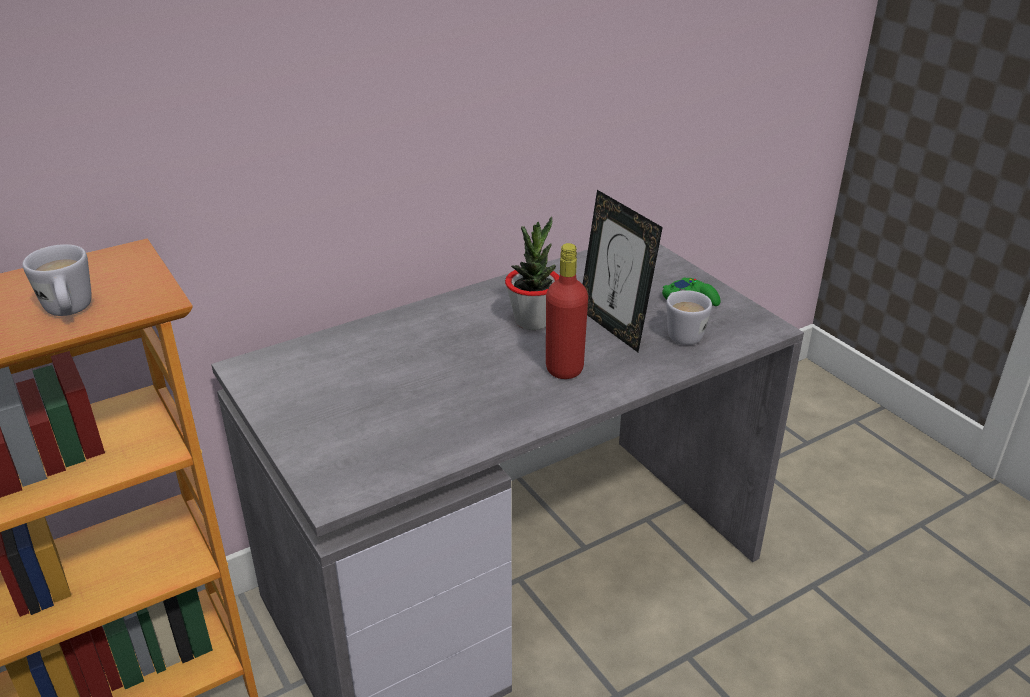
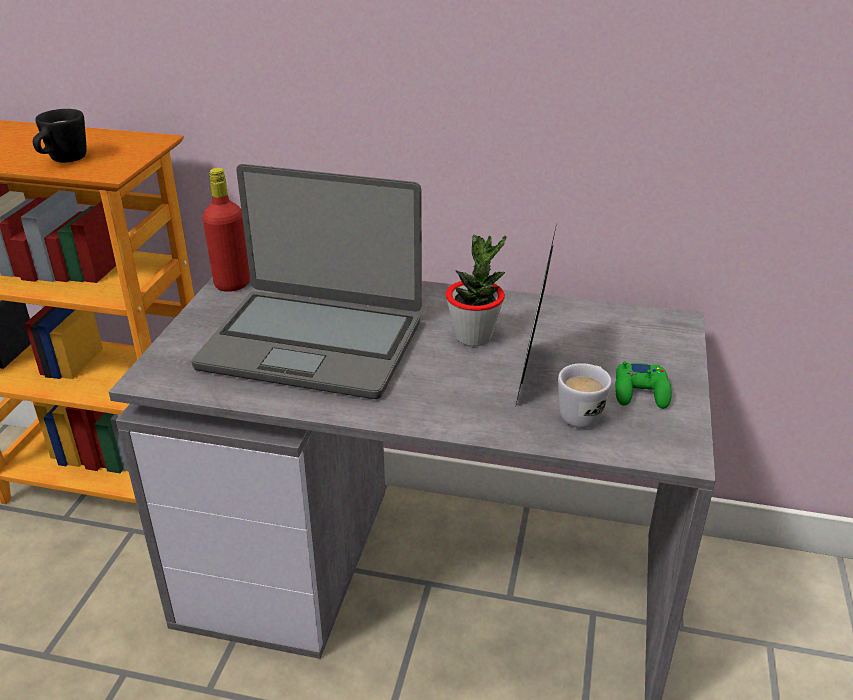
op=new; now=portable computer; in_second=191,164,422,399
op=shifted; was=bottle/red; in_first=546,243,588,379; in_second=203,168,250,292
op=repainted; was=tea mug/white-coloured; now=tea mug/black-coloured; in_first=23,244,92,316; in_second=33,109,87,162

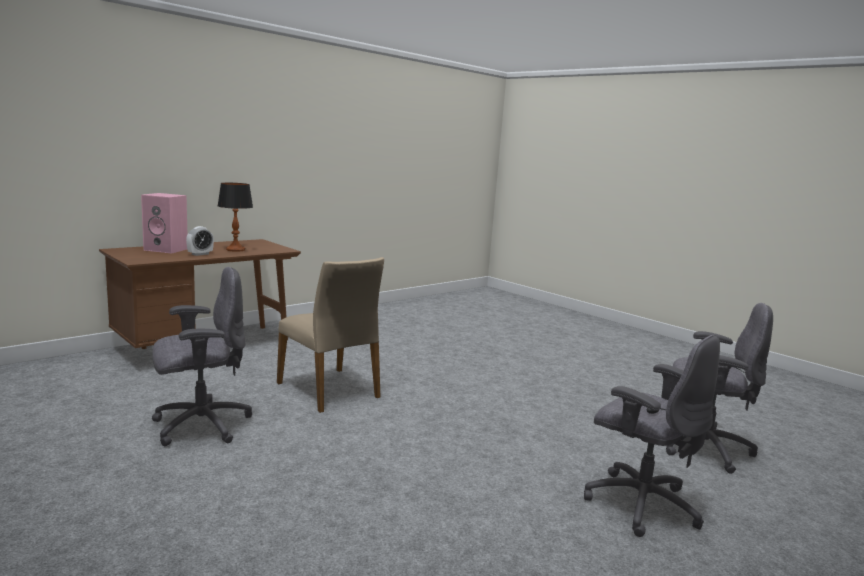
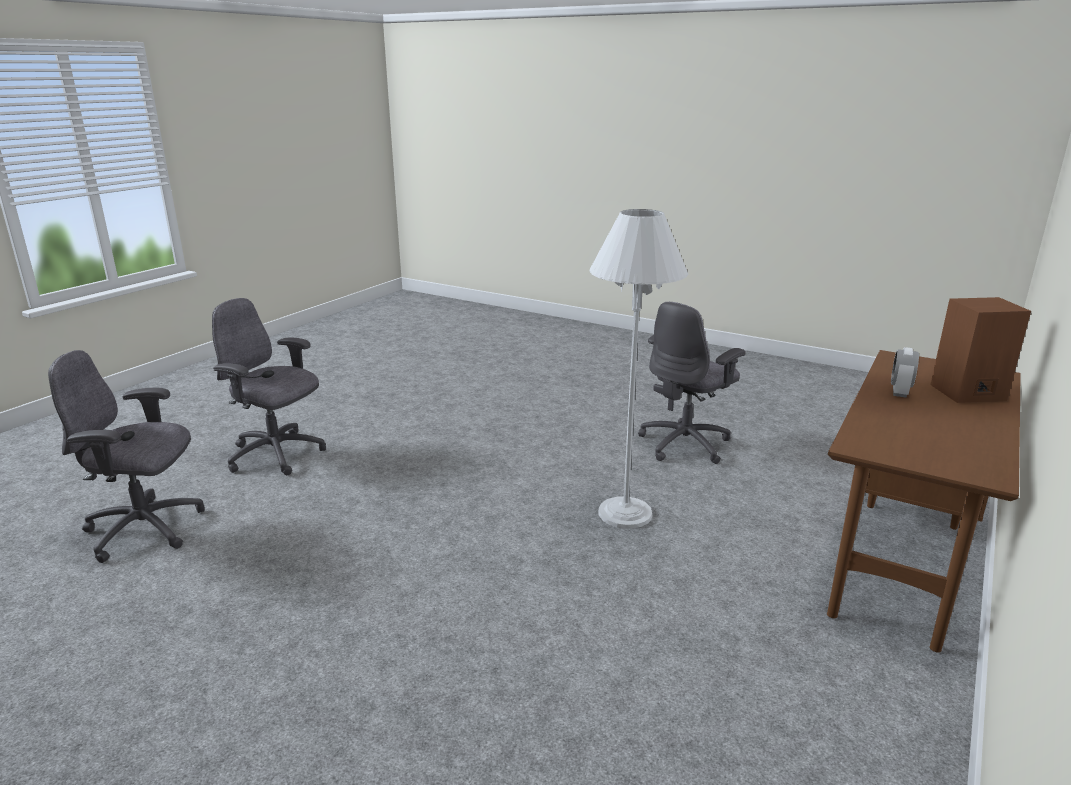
op=gone; was=table lamp; in_first=217,183,253,252
op=swapped; was=plain chair/sand-coloured; now=floor lamp/white-coloured; in_first=277,257,384,413; in_second=590,209,688,529
op=repainted; was=audio speaker/pinkish; now=audio speaker/brownish; in_first=141,193,187,254; in_second=930,297,1031,403

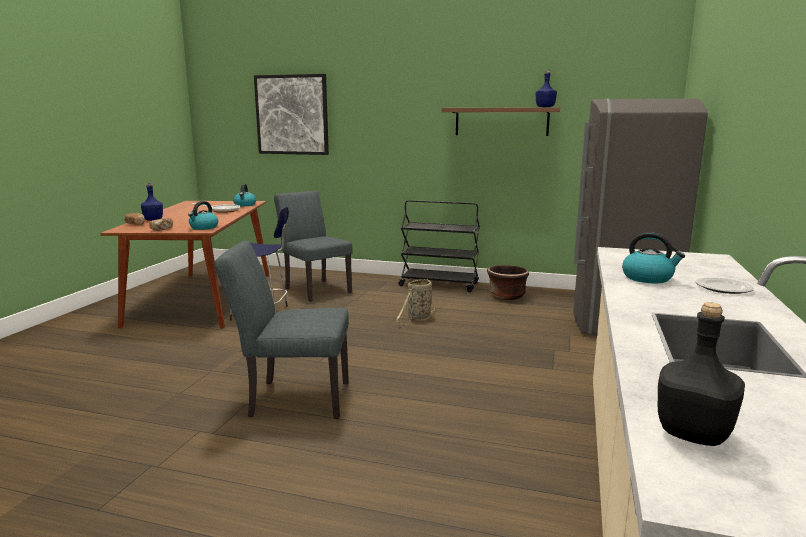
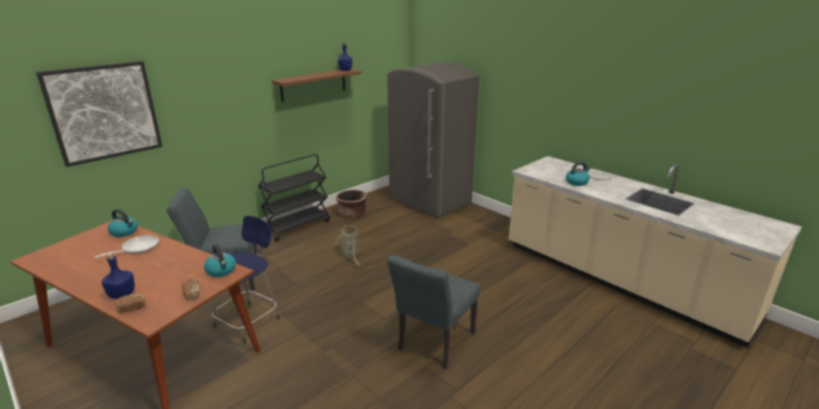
op=gone; was=bottle/black-coloured; in_first=658,302,745,446

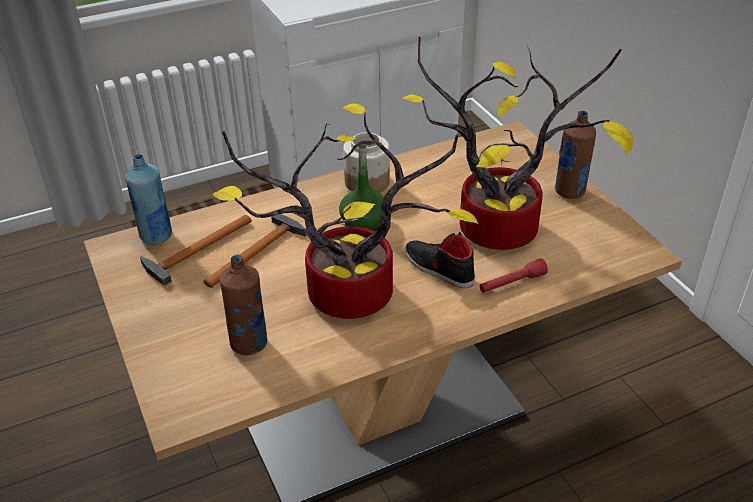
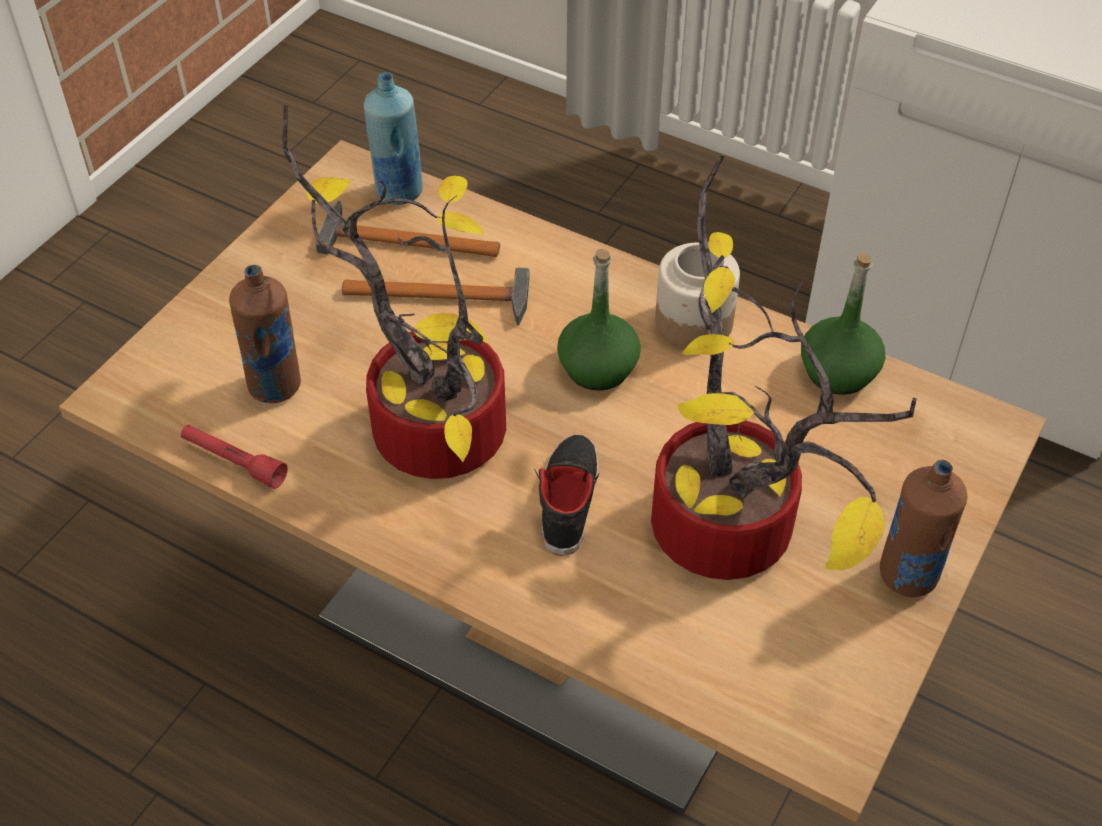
op=new; now=bottle/green; in_second=801,253,885,395
op=shifted; was=torch/red; in_first=480,258,548,293; in_second=181,425,288,489

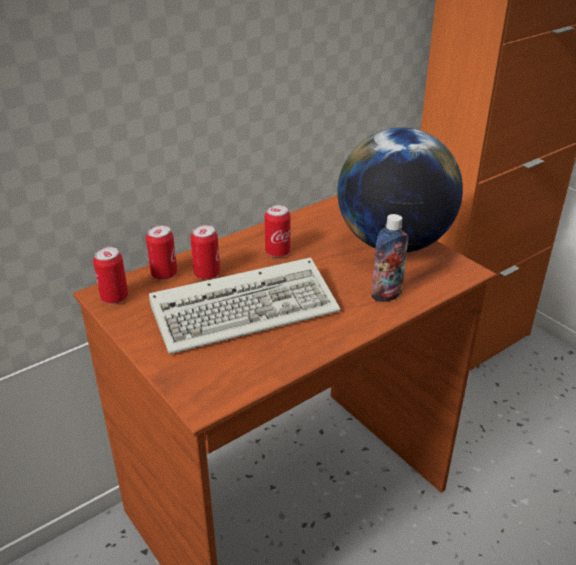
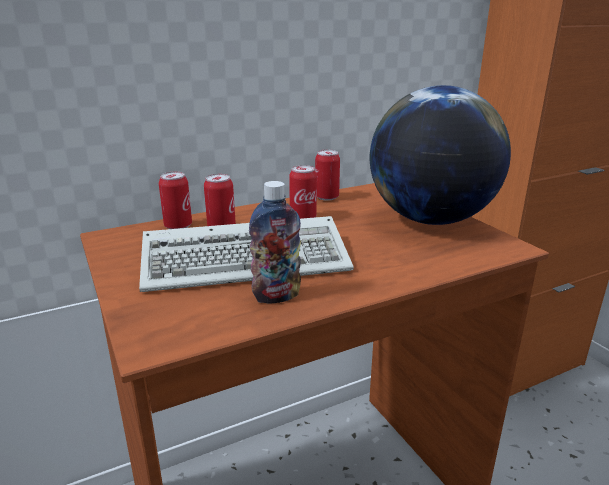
op=shifted; was=sealed can; in_first=93,247,128,304; in_second=315,150,340,201
op=shifted; was=bottle; in_first=372,214,408,302; in_second=249,181,301,303

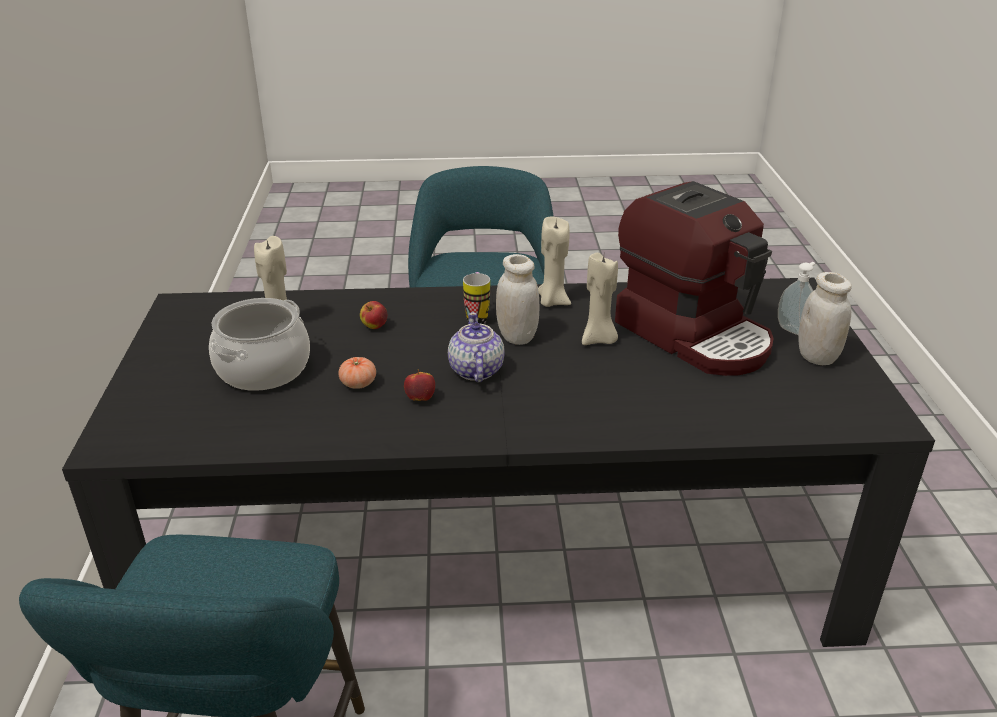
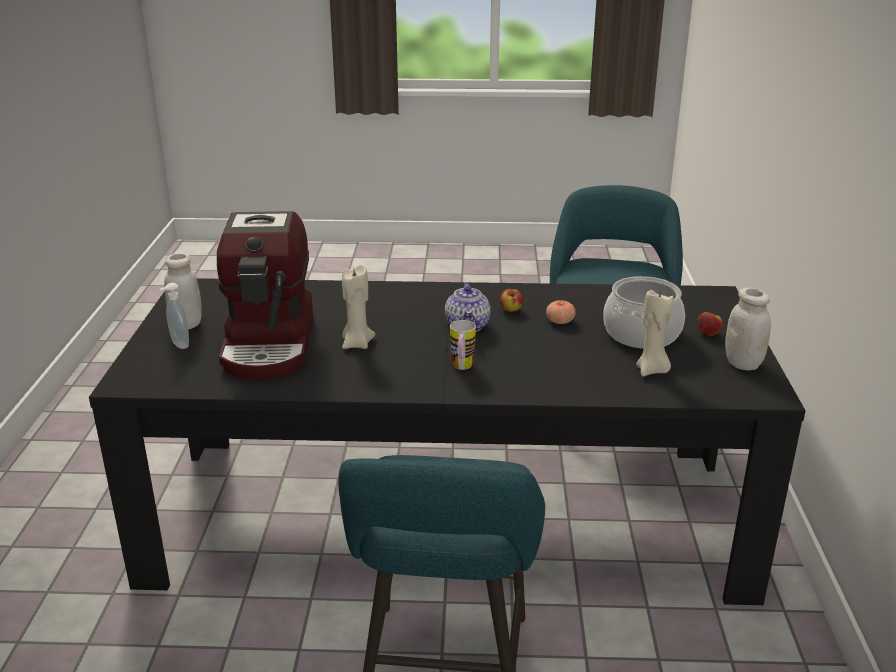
op=gone; was=candle/sand-coloured; in_first=538,216,571,307
op=shifted; was=apple; in_first=360,301,387,329; in_second=697,312,722,336
op=shifted; was=jar/white-coloured; in_first=496,254,539,345; in_second=725,287,771,371
op=rotated; was=coffee brewer; in_first=615,181,773,376; in_second=217,211,313,381; clockwise=-150

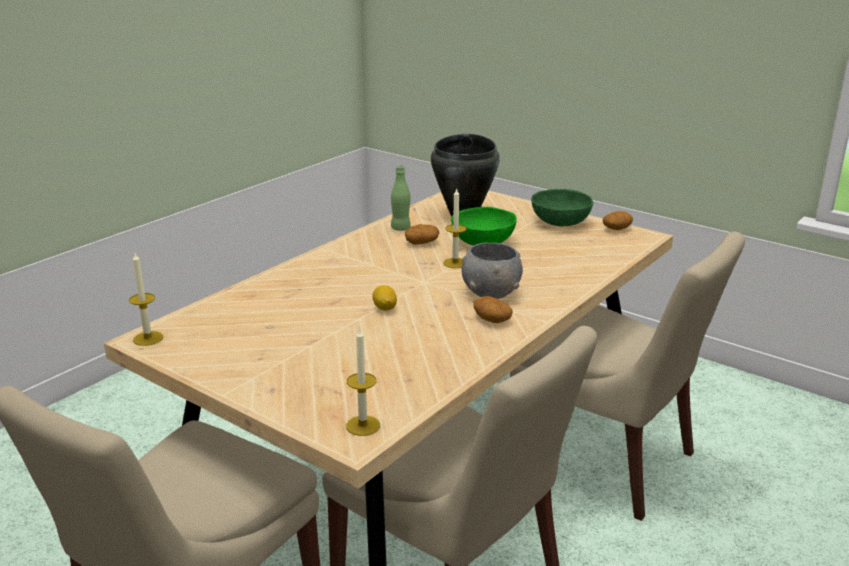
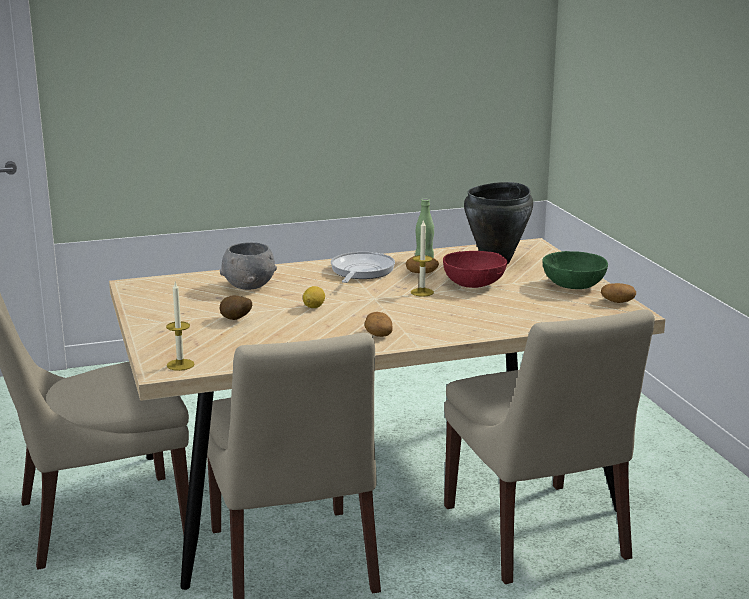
op=gone; was=candle; in_first=129,253,163,346
op=new; now=whole potato; in_second=220,295,252,320
op=new; now=pan; in_second=331,252,395,283
op=shifted; was=deep dish/grey; in_first=461,243,523,299; in_second=220,242,277,290
op=repainted; was=deep dish/green; now=deep dish/red; in_first=451,207,517,246; in_second=443,251,507,288

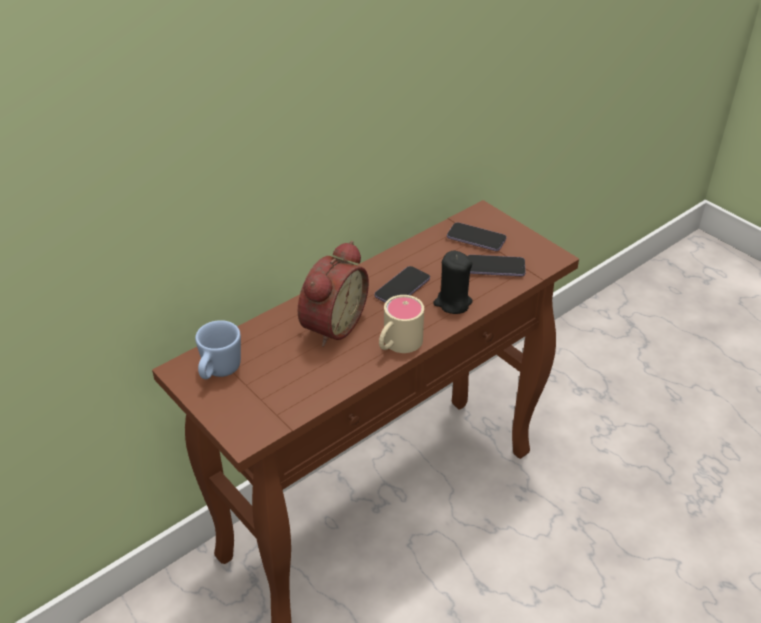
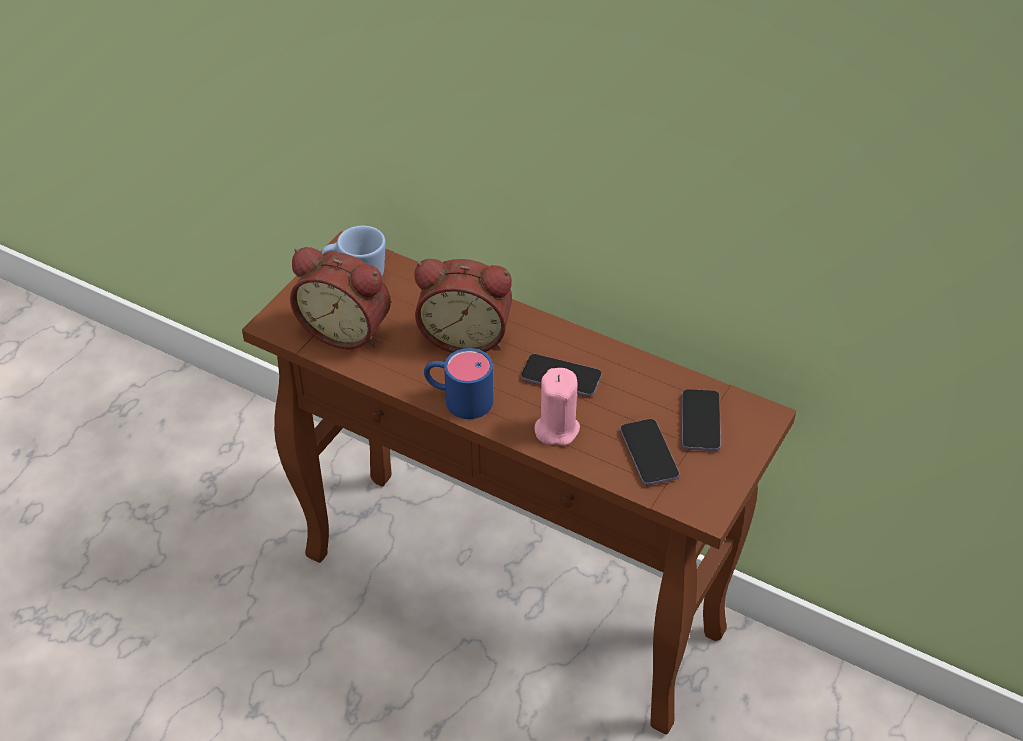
op=new; now=bedside clock; in_second=290,247,391,349
op=repainted; was=tea mug/sand-coloured; now=tea mug/blue-coloured; in_first=379,295,424,353; in_second=424,348,493,419
op=repainted; was=candle/black-coloured; now=candle/pinkish; in_first=433,250,473,314; in_second=535,368,580,446

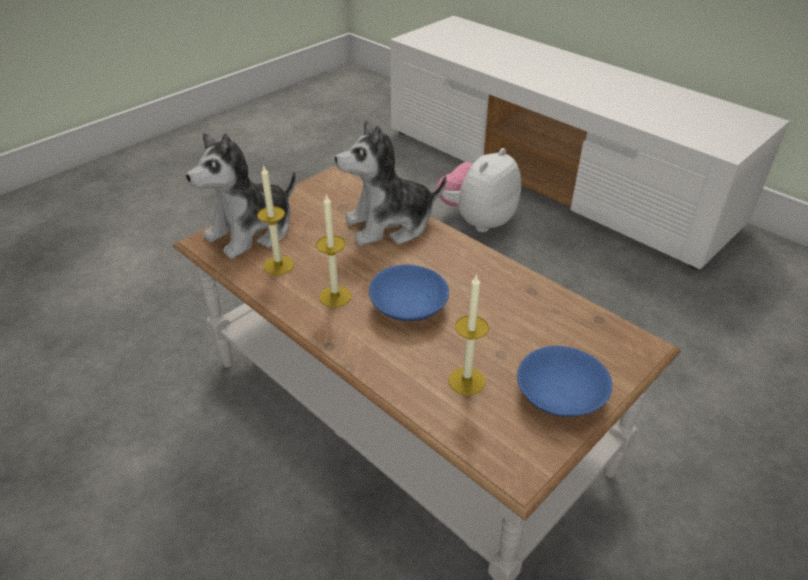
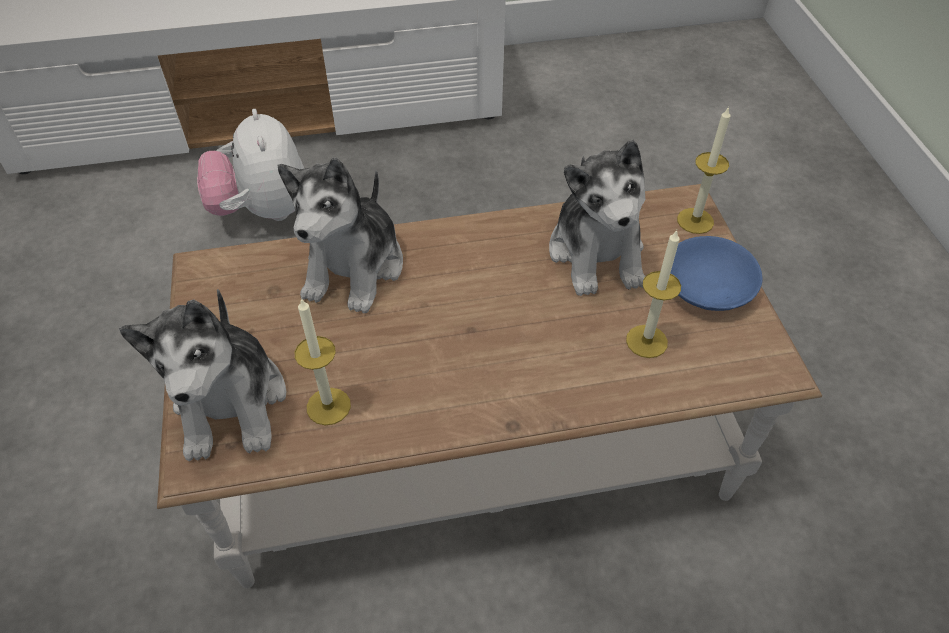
op=gone; was=deep dish/blue-coloured; in_first=369,265,449,321
op=new; now=cuddly toy; in_second=549,140,646,296
op=shifted; was=candle; in_first=316,194,351,308; in_second=677,106,730,234

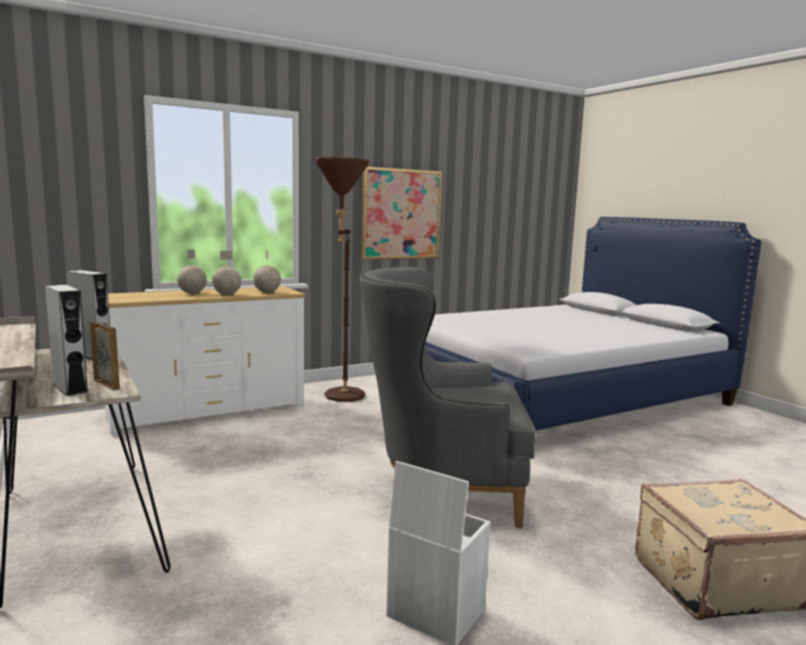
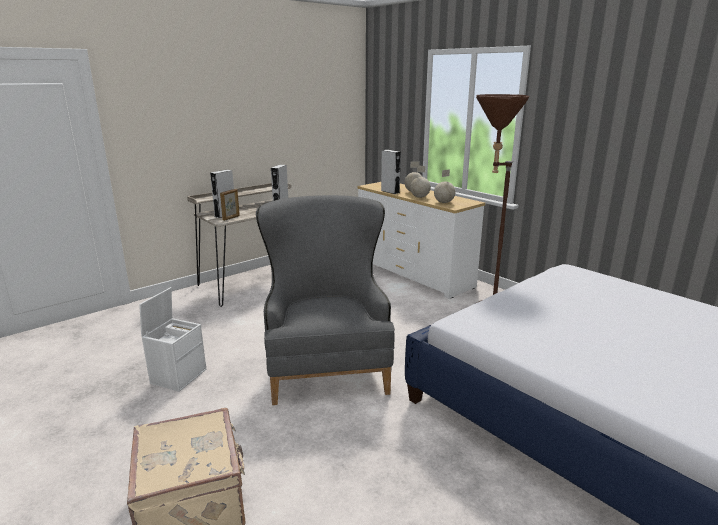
op=gone; was=picture; in_first=361,166,442,260
op=new; now=audio speaker/grey; in_second=381,150,401,194

